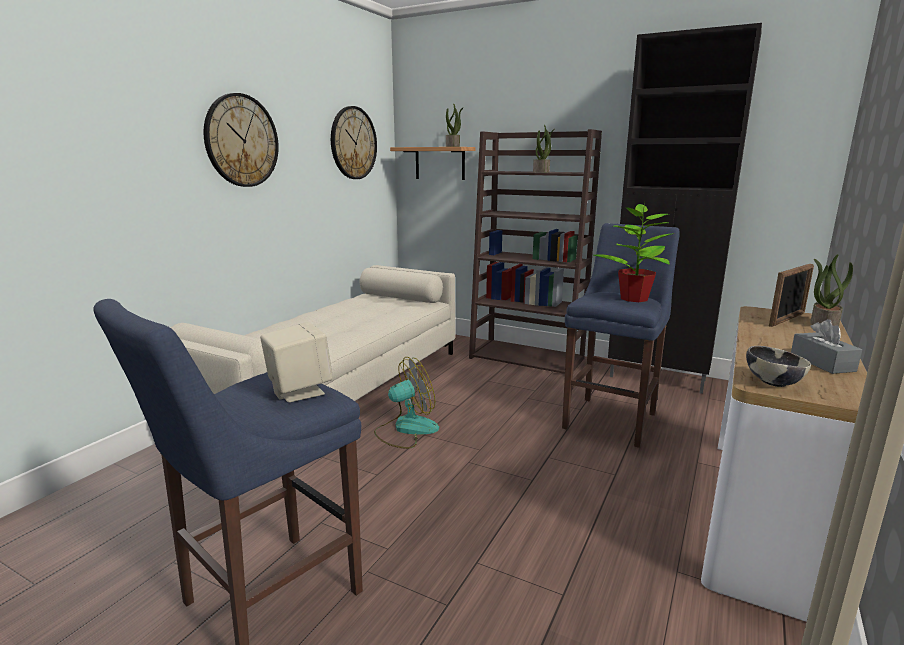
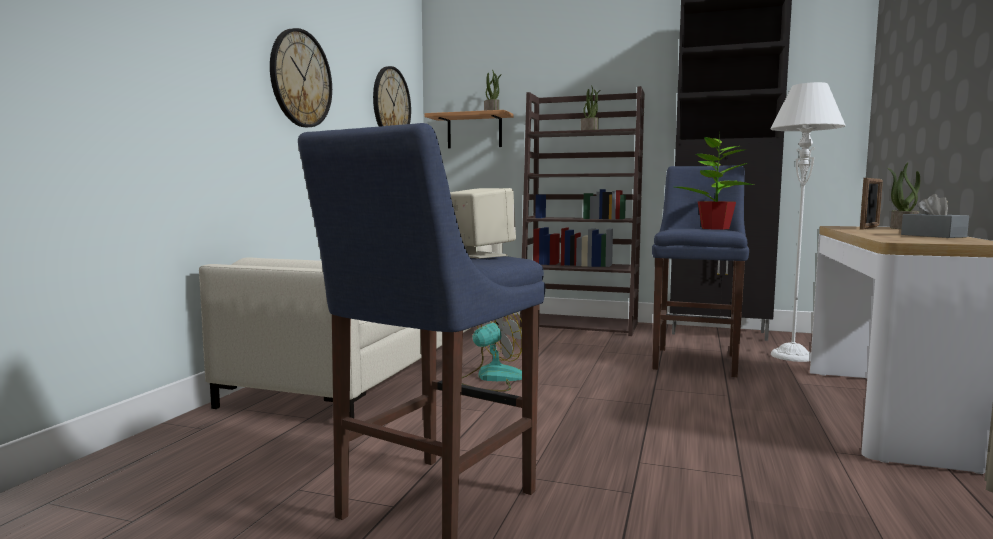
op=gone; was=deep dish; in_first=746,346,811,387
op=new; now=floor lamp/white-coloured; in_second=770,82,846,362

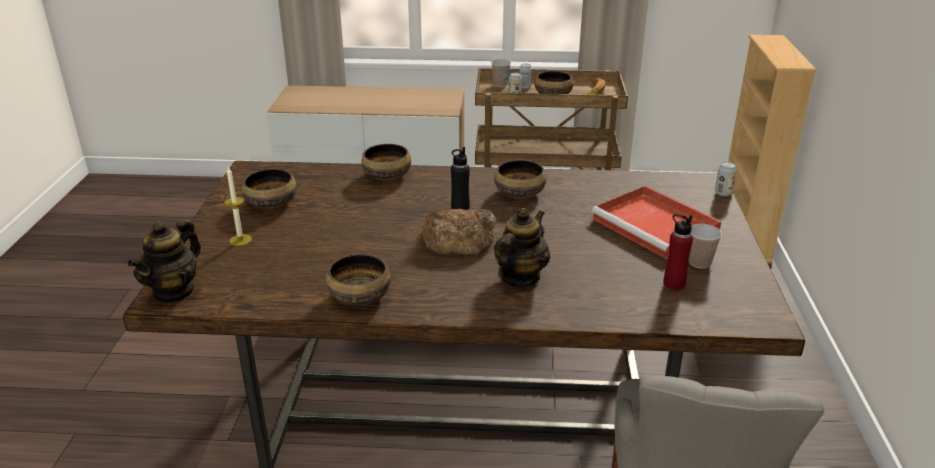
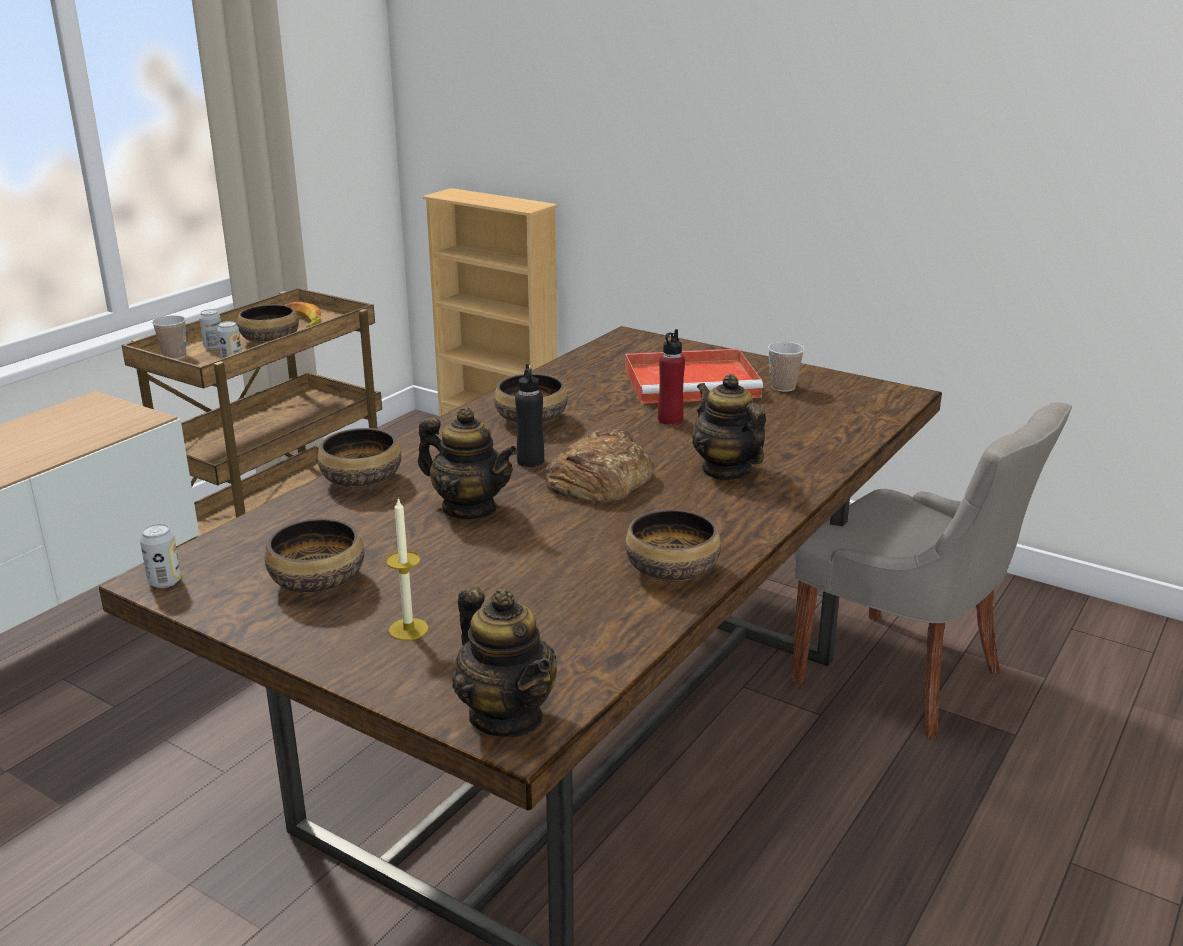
op=new; now=teapot; in_second=418,407,518,519
op=shifted; was=bottle/red; in_first=663,214,693,290; in_second=658,329,685,425
op=shifted; was=sealed can; in_first=715,162,737,196; in_second=140,524,181,588

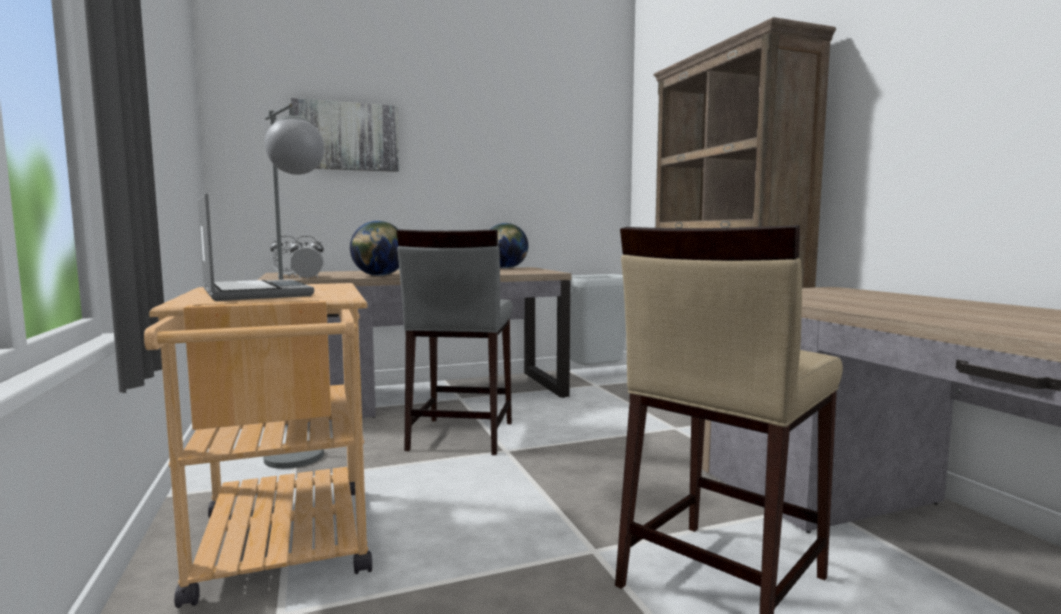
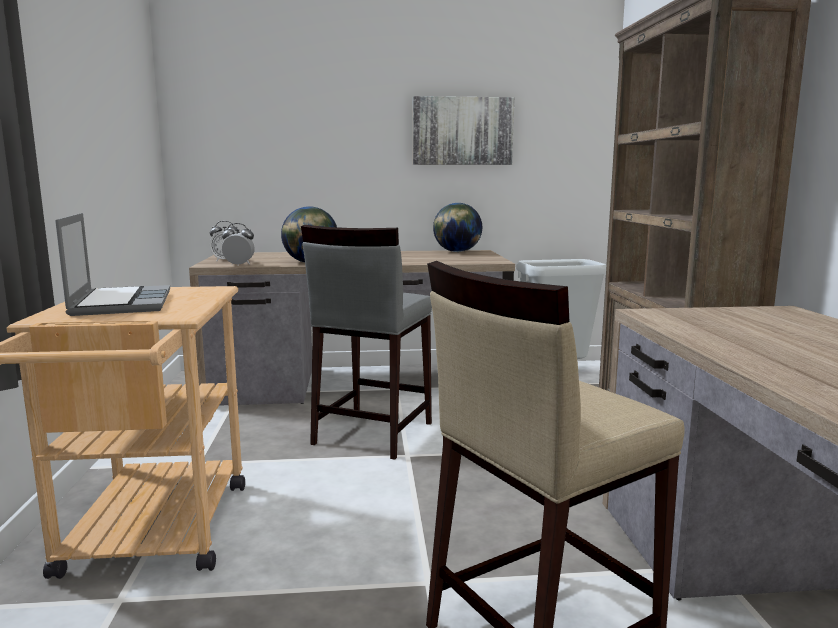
op=gone; was=floor lamp/grey; in_first=263,103,325,469
op=shifted; was=picture; in_first=290,98,399,172; in_second=413,96,514,165

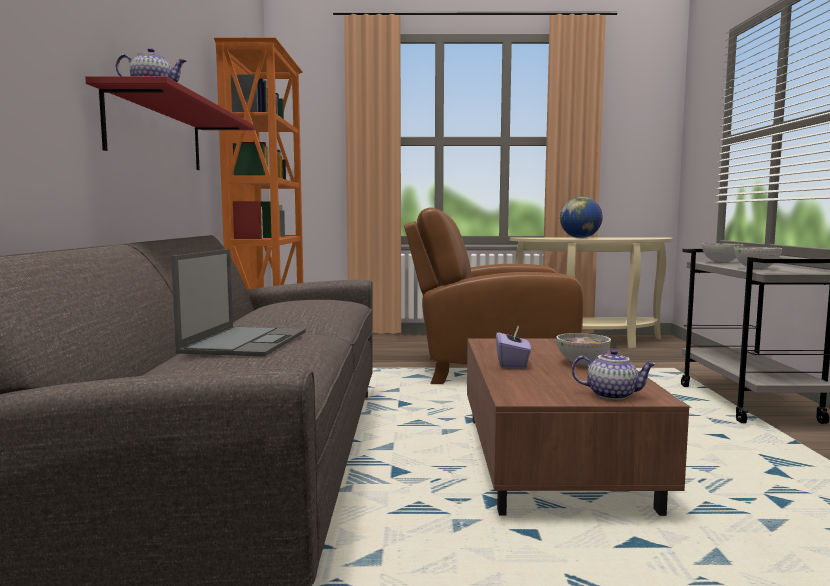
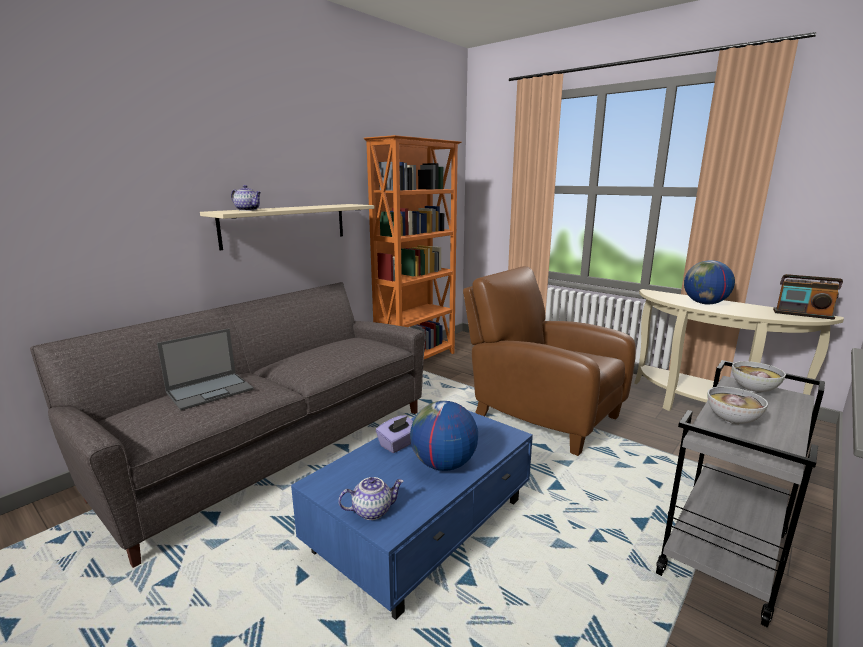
op=new; now=radio set; in_second=773,274,843,320
op=swapped; was=deep dish; now=globe; in_first=557,333,611,366; in_second=410,401,478,471
op=repainted; was=shelf/red; now=shelf/sand-coloured; in_first=85,76,255,170; in_second=200,204,374,250
op=repainted; was=low table/brownish; now=low table/blue-coloured; in_first=467,339,689,516; in_second=291,411,533,620
op=rotated; was=teapot; in_first=571,349,657,400; in_second=338,477,404,520; clockwise=-75

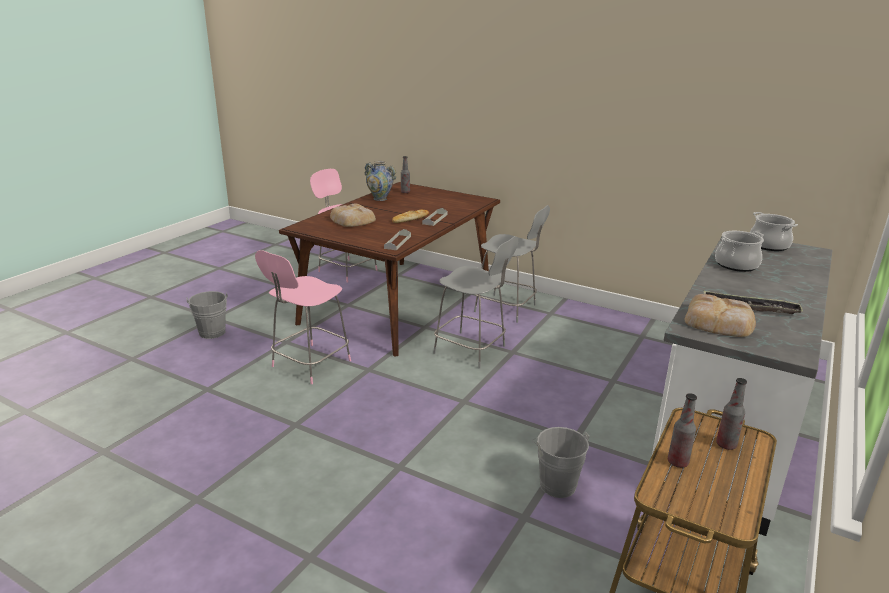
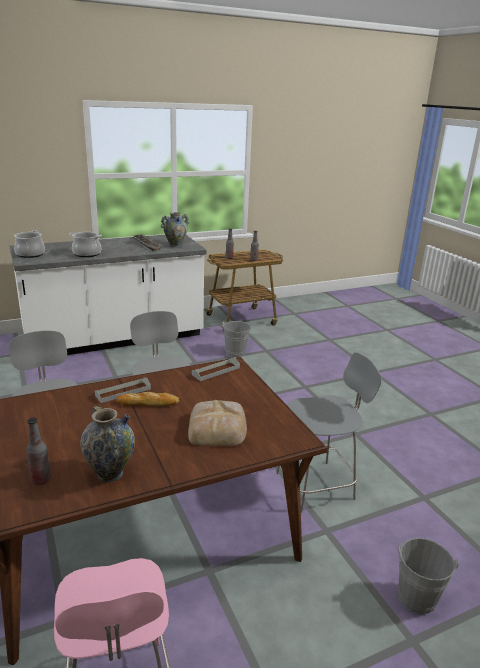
op=swapped; was=bread; now=decorative vase; in_first=685,294,756,337; in_second=161,212,189,247
op=repainted; was=plain chair/pinkish; now=plain chair/grey; in_first=255,250,351,384; in_second=276,352,381,513

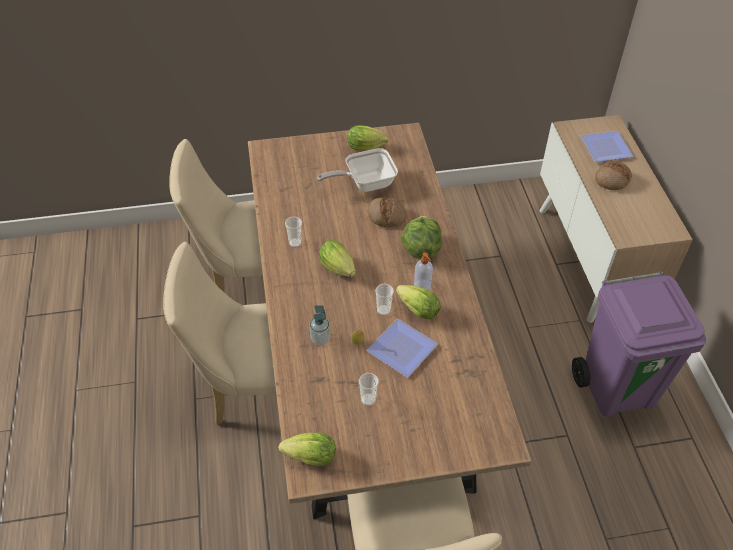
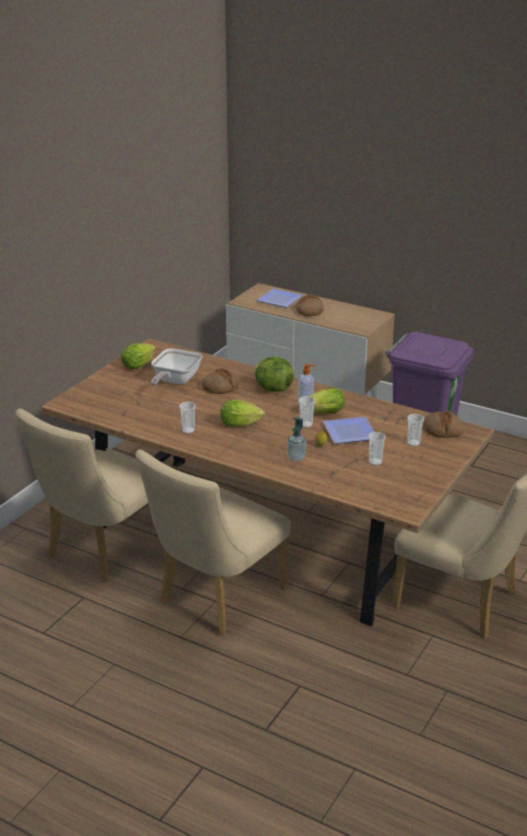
op=gone; was=lettuce; in_first=278,433,335,466
op=new; now=drinking cup; in_second=407,414,424,446
op=new; now=bread; in_second=424,410,463,438

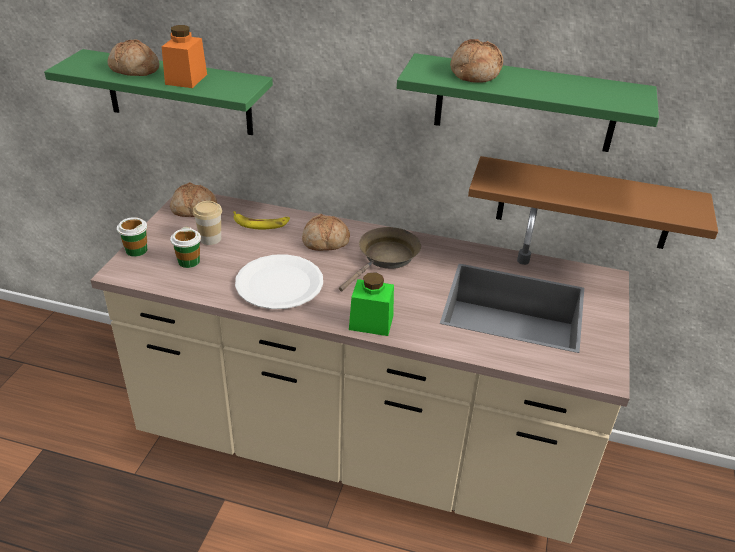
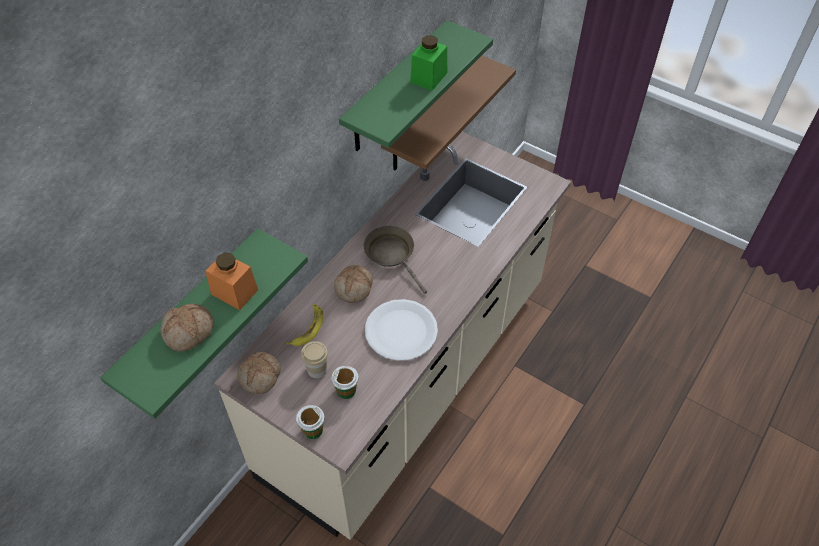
op=gone; was=bread; in_first=450,39,503,83
op=shifted; was=jar/green; in_first=349,272,394,336; in_second=410,35,447,91

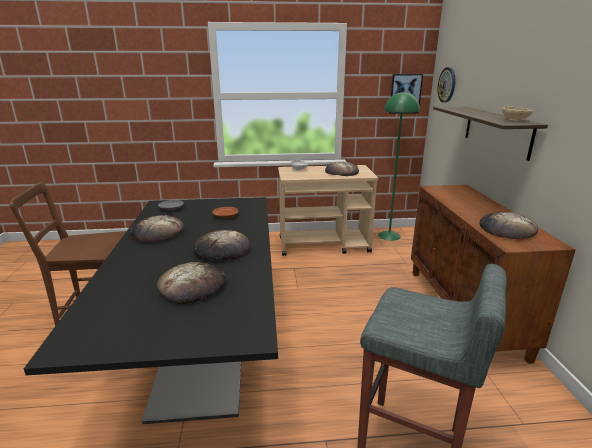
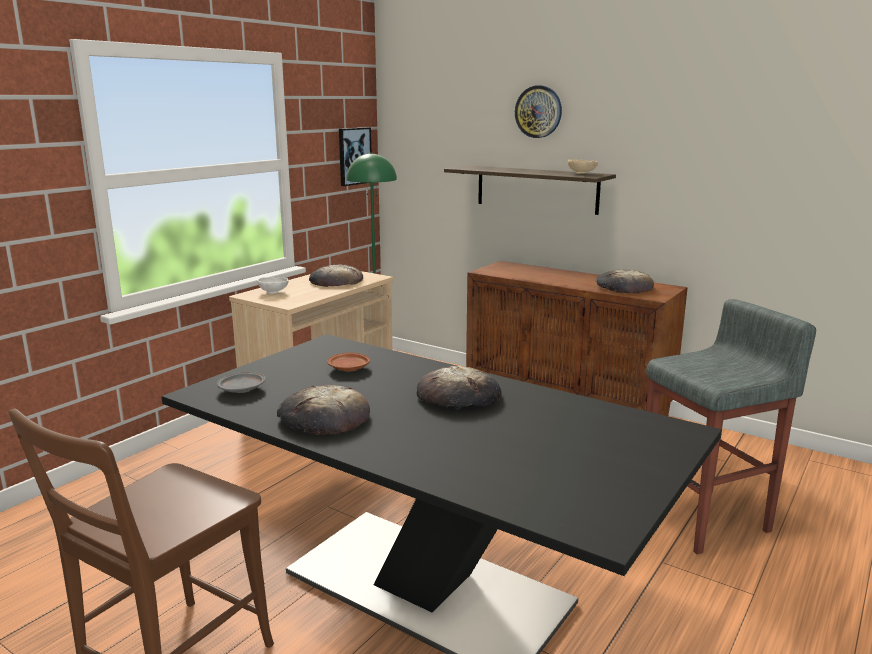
op=gone; was=bread; in_first=157,262,226,304
op=shifted; was=clock on the wall; in_first=438,67,455,103; in_second=515,85,562,138

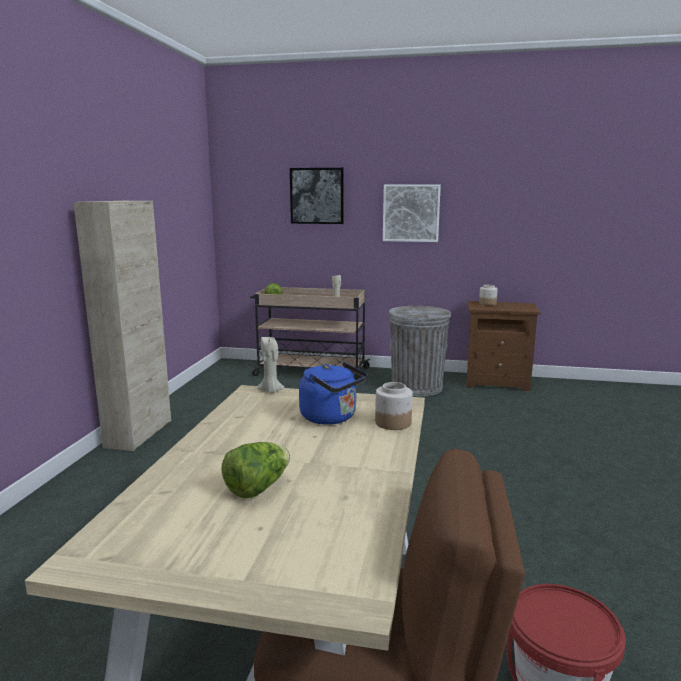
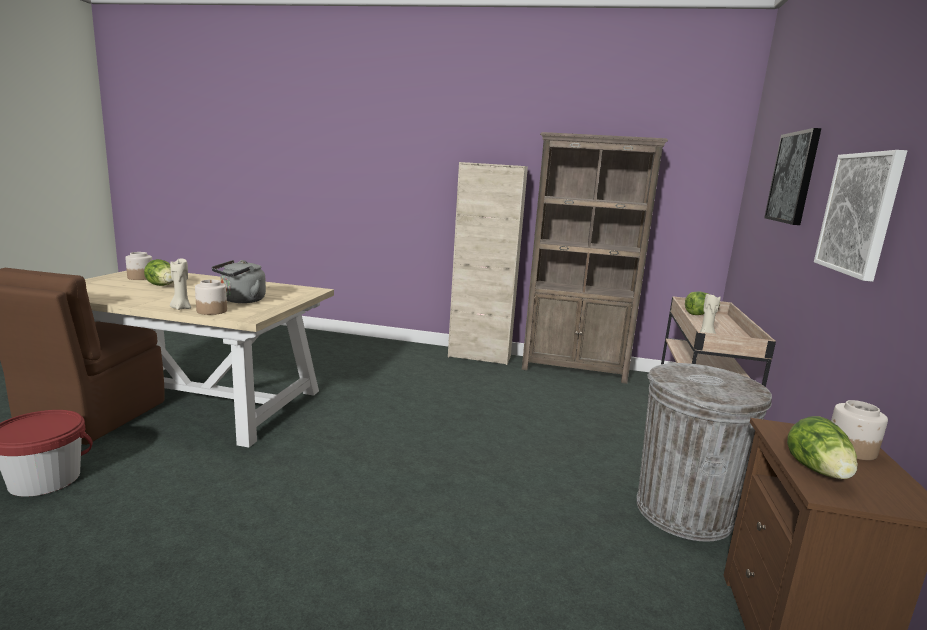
op=new; now=jar; in_second=125,252,152,280
op=new; now=bookcase/brownish; in_second=522,132,668,384
op=new; now=lettuce; in_second=787,416,858,479
op=shifted; was=candle/sand-coloured; in_first=257,337,285,393; in_second=170,258,191,310
op=repainted; was=water kettle/blue-coloured; now=water kettle/grey; in_first=299,362,368,425; in_second=212,260,266,303

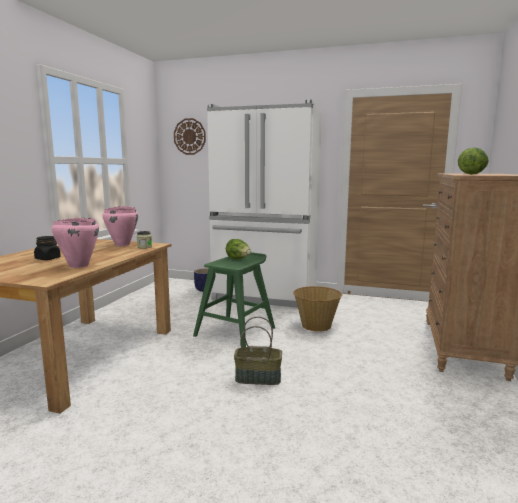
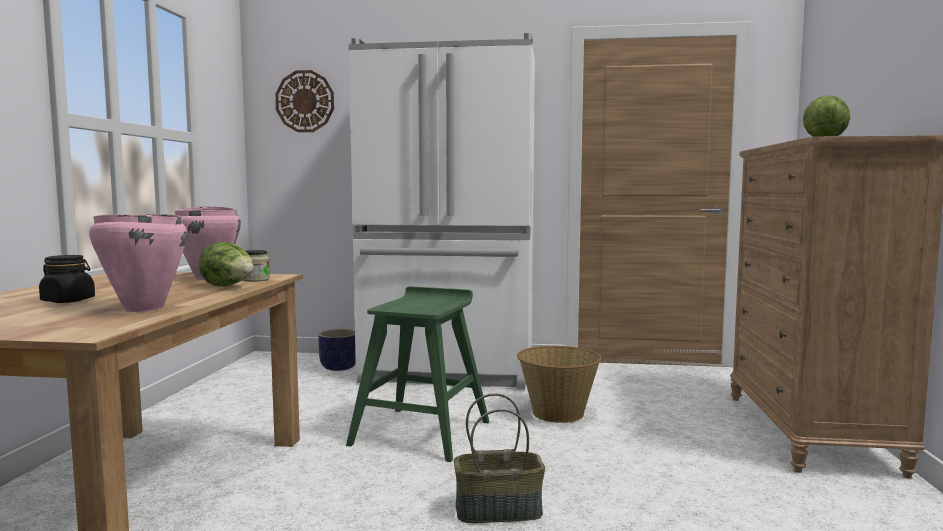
op=shifted; was=lettuce; in_first=226,239,251,259; in_second=198,242,254,287

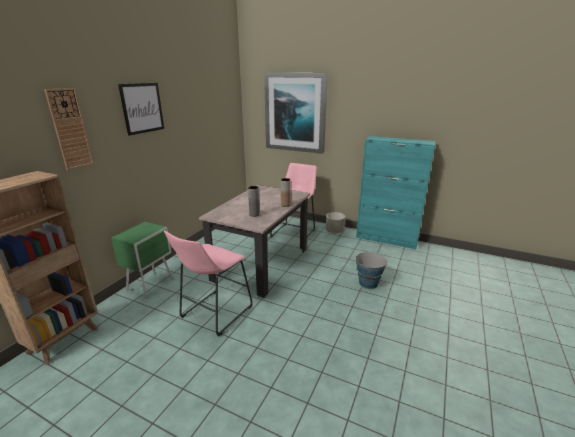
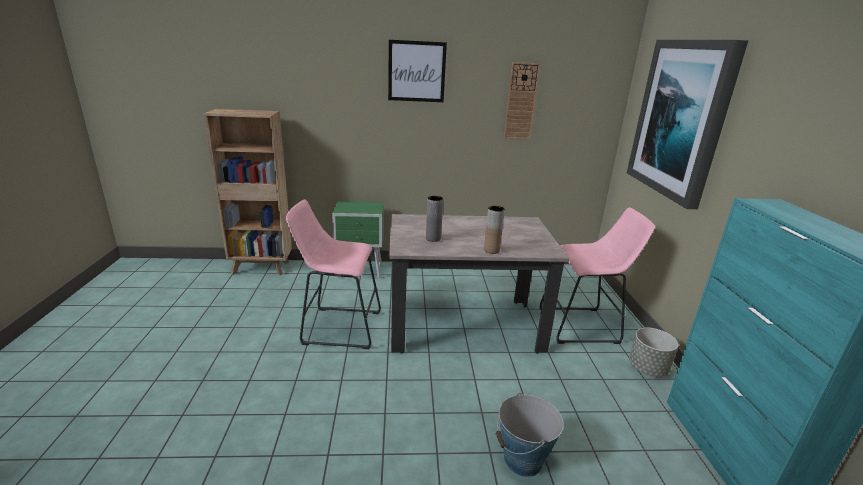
op=shifted; was=clock on the wall; in_first=44,88,94,170; in_second=504,62,540,140

